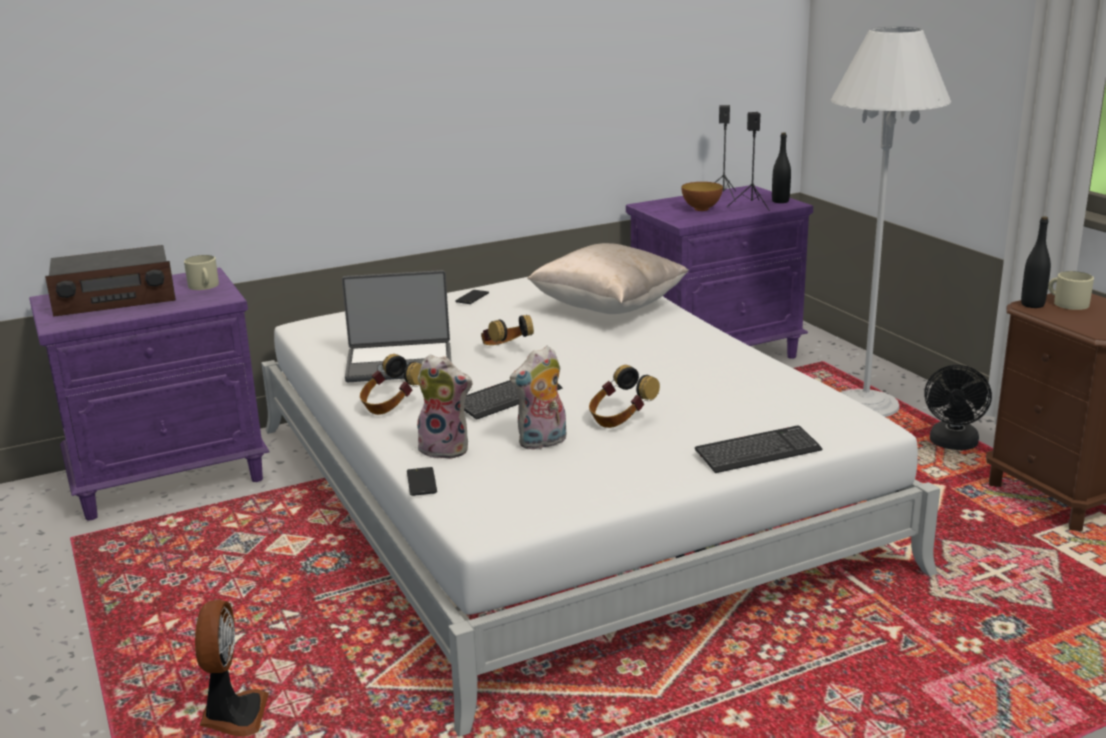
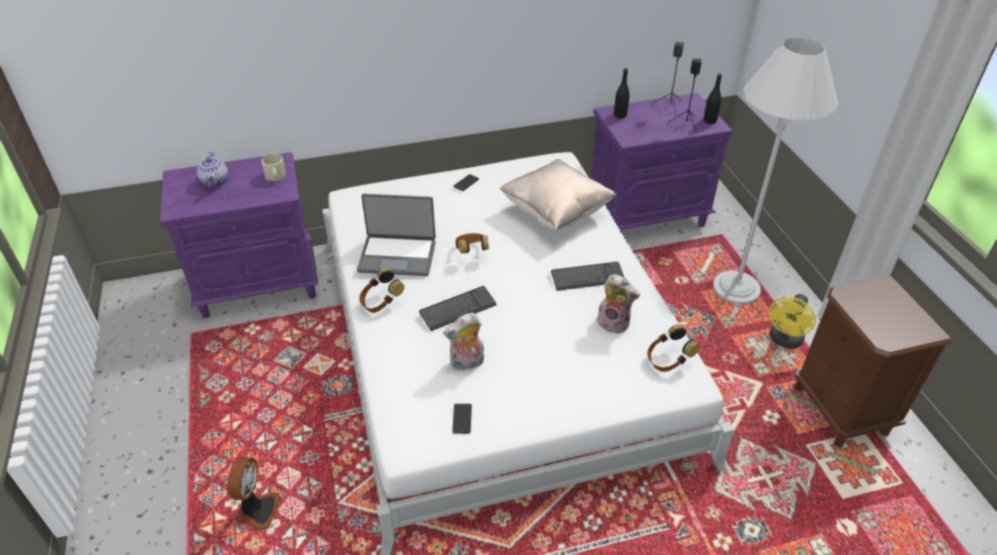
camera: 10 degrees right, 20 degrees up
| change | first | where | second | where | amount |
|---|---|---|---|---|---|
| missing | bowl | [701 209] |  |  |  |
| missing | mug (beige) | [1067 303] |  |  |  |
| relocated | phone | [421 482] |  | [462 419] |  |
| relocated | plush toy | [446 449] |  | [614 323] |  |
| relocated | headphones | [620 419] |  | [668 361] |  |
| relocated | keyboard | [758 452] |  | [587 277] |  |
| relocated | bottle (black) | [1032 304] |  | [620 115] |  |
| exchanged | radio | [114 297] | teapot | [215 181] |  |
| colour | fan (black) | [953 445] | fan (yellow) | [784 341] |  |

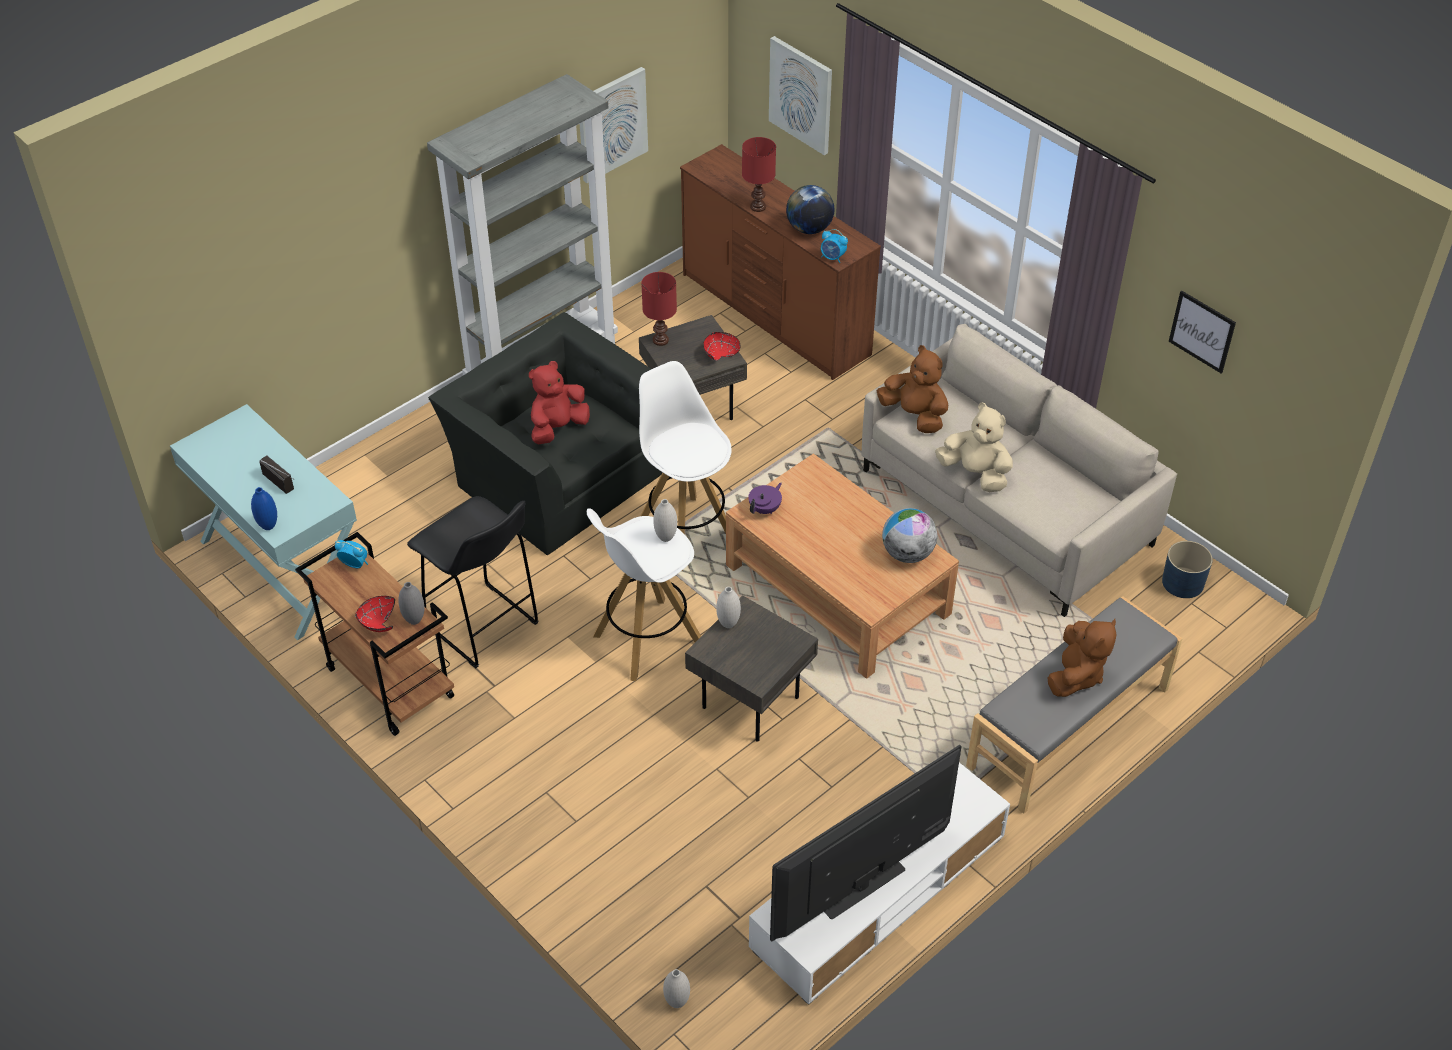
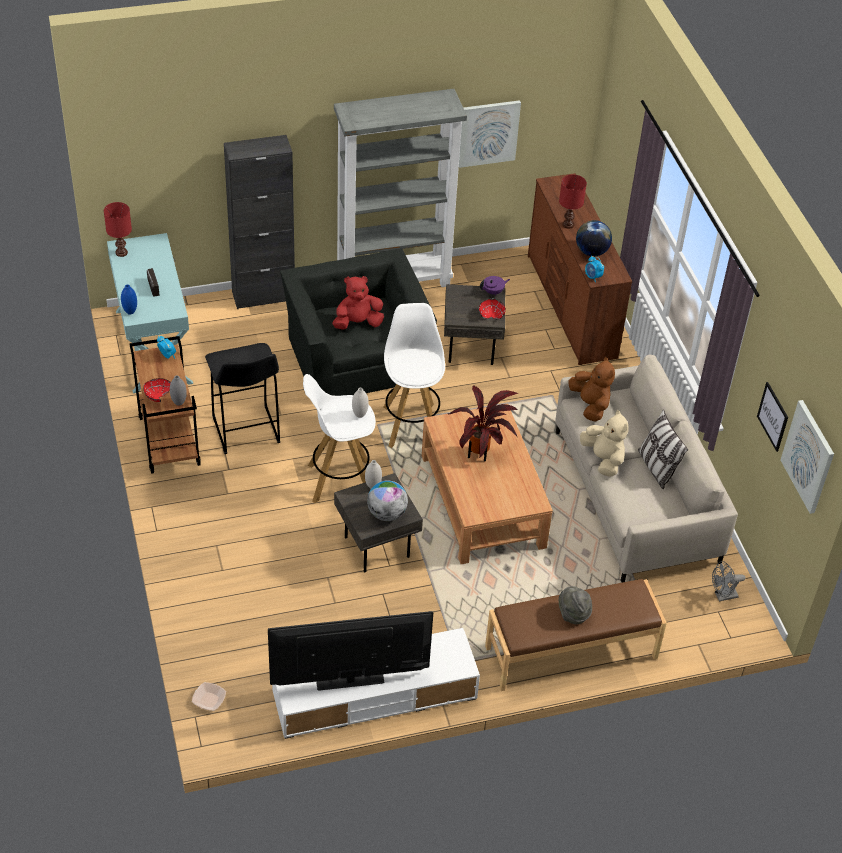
camera: 25 degrees right, 0 degrees up
| change | first | where | second | where | amount |
|---|---|---|---|---|---|
| appeared |  |  | cabinet (black) | [263 296] |  |
| appeared |  |  | potted plant | [480 454] |  |
| appeared |  |  | pillow | [656 468] |  |
| relocated | table lamp (red) | [660 340] |  | [121 252] |  |
| relocated | teapot (purple) | [765 509] |  | [493 292] |  |
| relocated | picture | [801 95] |  | [808 456] |  |
| relocated | globe | [907 553] |  | [387 513] |  |
| exchanged | vase (white) | [677 1002] | bowl | [209 700] |  |
| exchanged | plush toy (brown) | [1076 675] | hat (grey) | [573 613] |  |
| exchanged | planter (blue) | [1183 583] | fan (grey) | [722 596] |  |
| colour | bench (grey) | [1069 728] | bench (brown) | [571 653] |  |

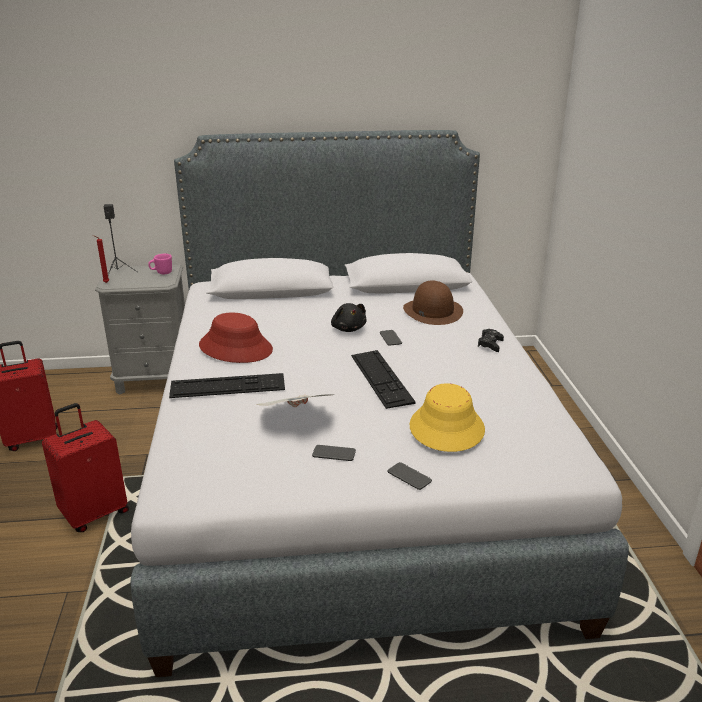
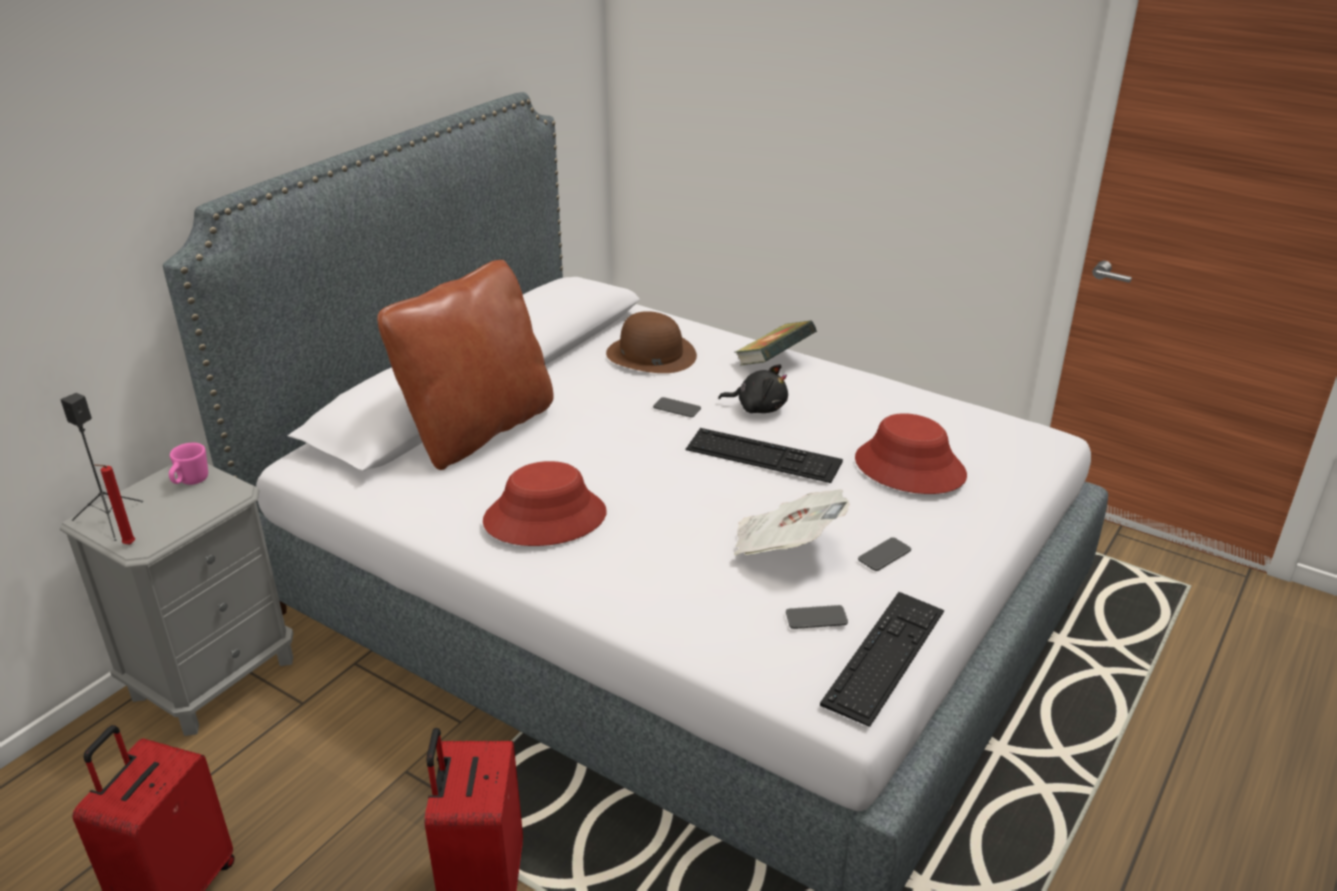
camera: 50 degrees left, 5 degrees up
| change | first | where | second | where | amount |
|---|---|---|---|---|---|
| appeared |  |  | pillow (brown) | [478 430] |  |
| relocated | keyboard | [227 386] |  | [885 656] |  |
| relocated | plush toy (black) | [348 328] |  | [758 407] |  |
| relocated | phone | [409 477] |  | [816 618] |  |
| exchanged | game controller (black) | [490 344] | book | [774 363] |  |
| colour | hat (yellow) | [446 428] | hat (red) | [909 468] |  |

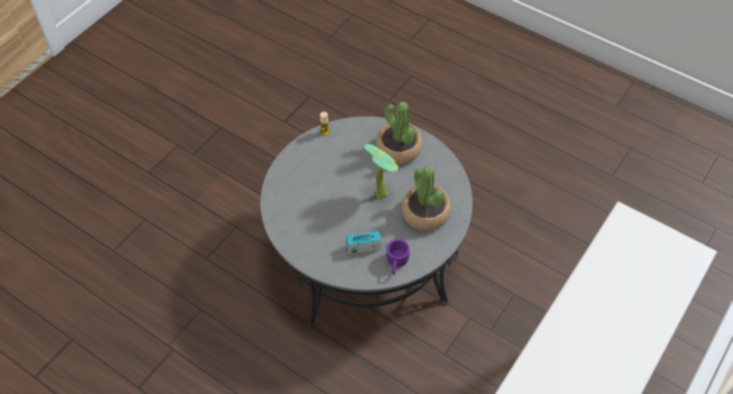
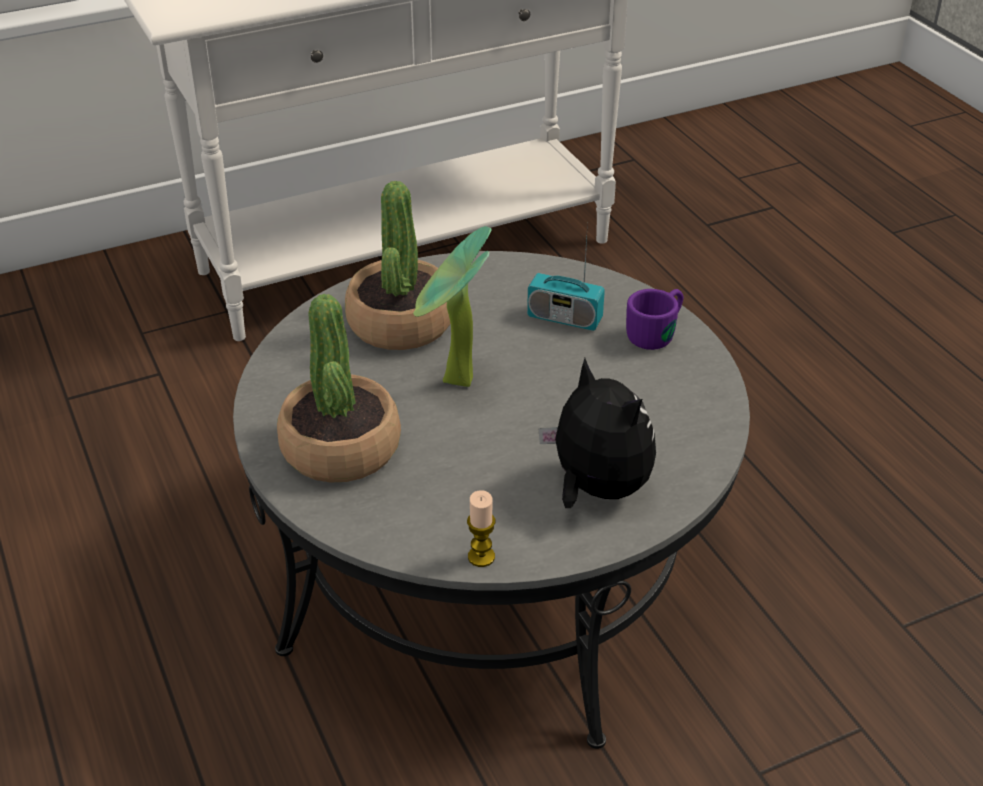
camera: 150 degrees left, 15 degrees down
| change | first | where | second | where | amount |
|---|---|---|---|---|---|
| appeared |  |  | plush toy | [596 488] |  |
| relocated | mug (purple) | [396 264] |  | [657 332] |  |

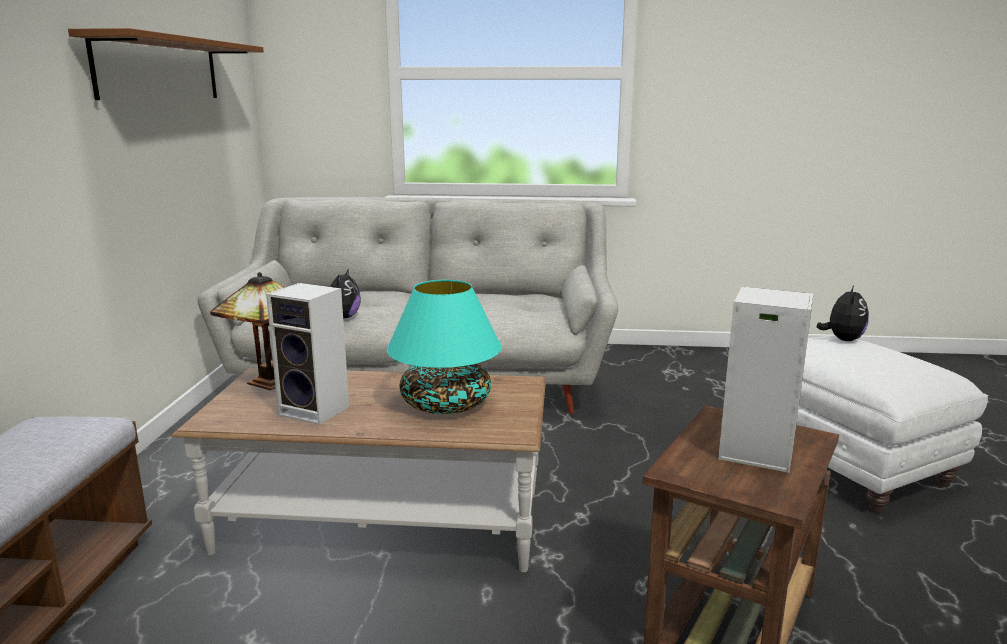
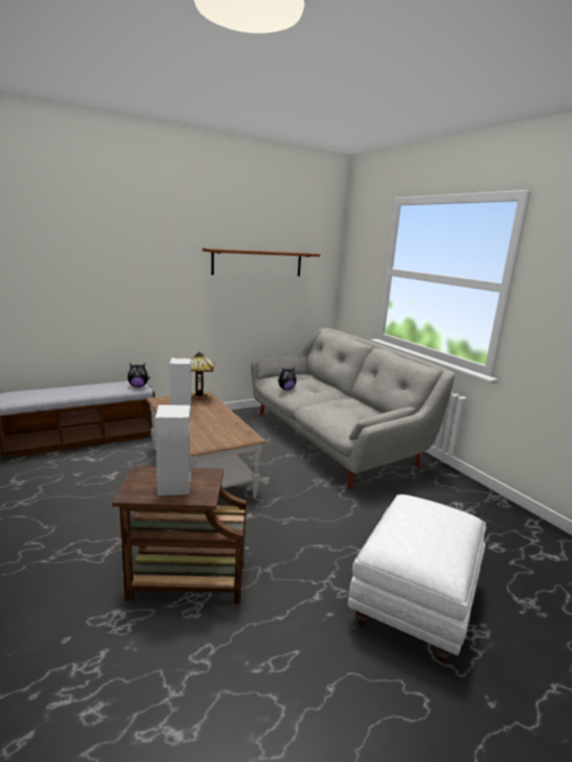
camera: 55 degrees right, 0 degrees up
| change | first | where | second | where | amount |
|---|---|---|---|---|---|
| missing | table lamp (turquoise) | [445 404] |  |  |  |
| relocated | plush toy | [842 339] |  | [138 386] |  |

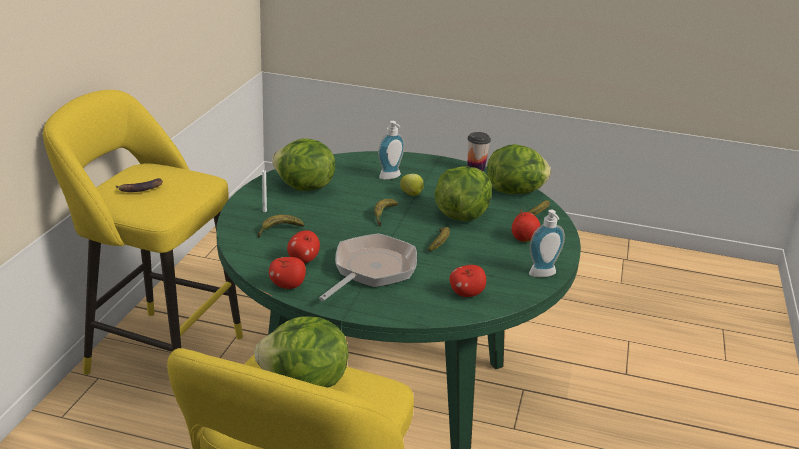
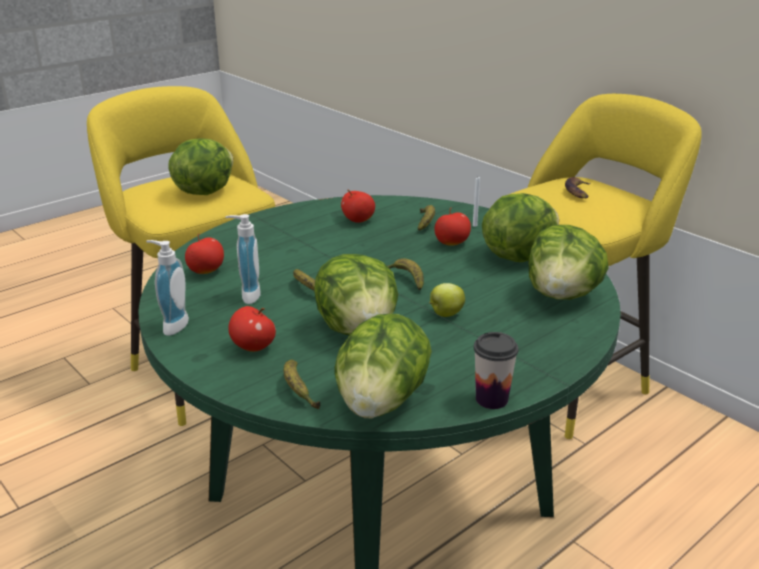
camera: 125 degrees right, 0 degrees up
| change | first | where | second | where | amount |
|---|---|---|---|---|---|
| missing | frying pan | [371 270] |  |  |  |
| appeared |  |  | lettuce | [562 295] |  |
| relocated | apple | [288 285] |  | [452 243] |  |
| relocated | soap dispenser | [391 177] |  | [247 295] |  |

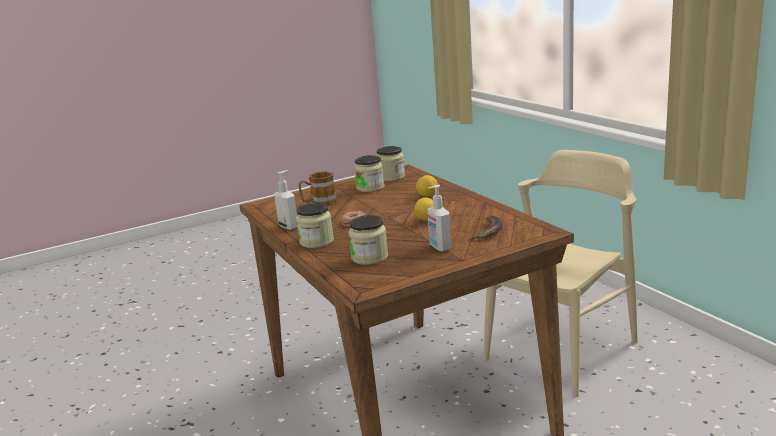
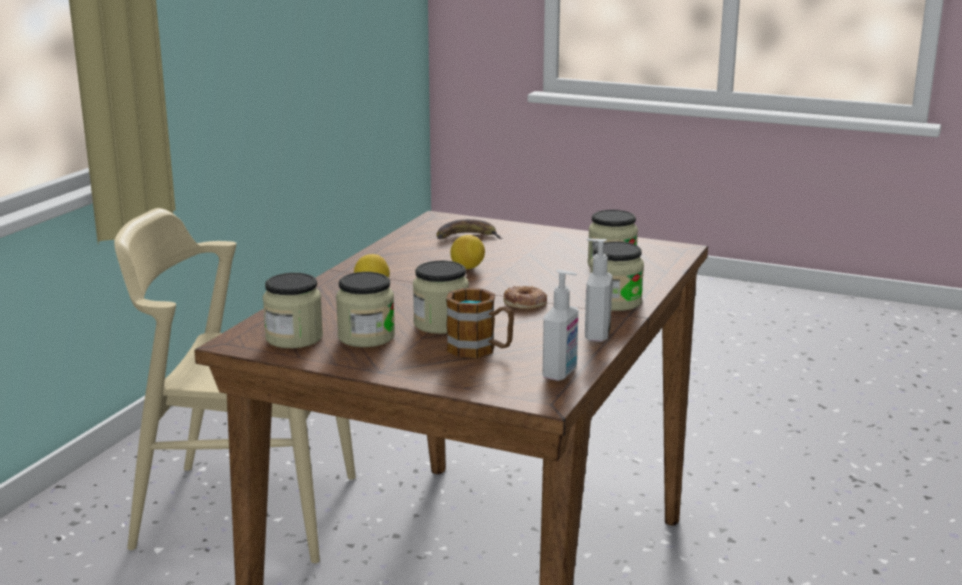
camera: 130 degrees left, 0 degrees up
| change | first | where | second | where | amount |
|---|---|---|---|---|---|
| appeared |  |  | jar | [441 324] |  |
| relocated | soap dispenser | [439 247] |  | [561 374] |  |

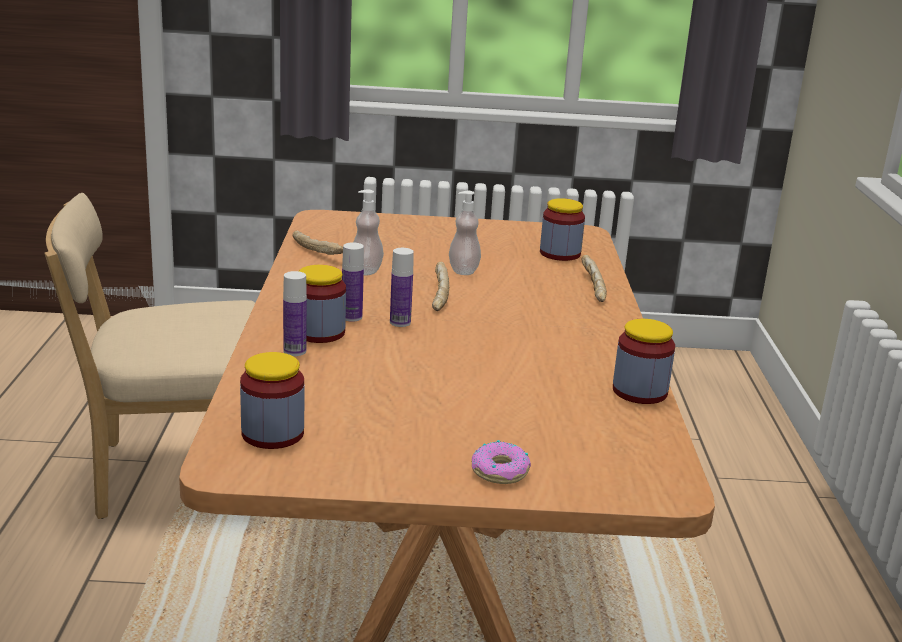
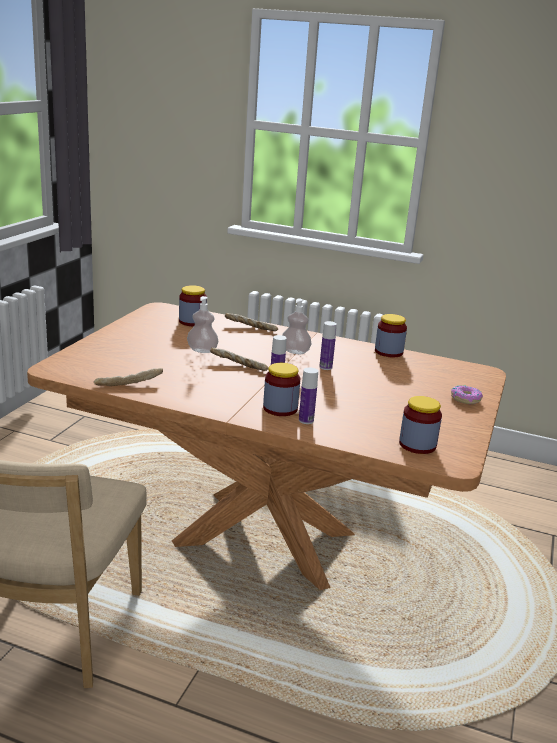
camera: 70 degrees left, 0 degrees up
| change | first | where | second | where | amount |
|---|---|---|---|---|---|
| relocated | bottle | [351 317] |  | [325 367] |  |
| relocated | soap dispenser | [366 271] |  | [295 351] |  |

